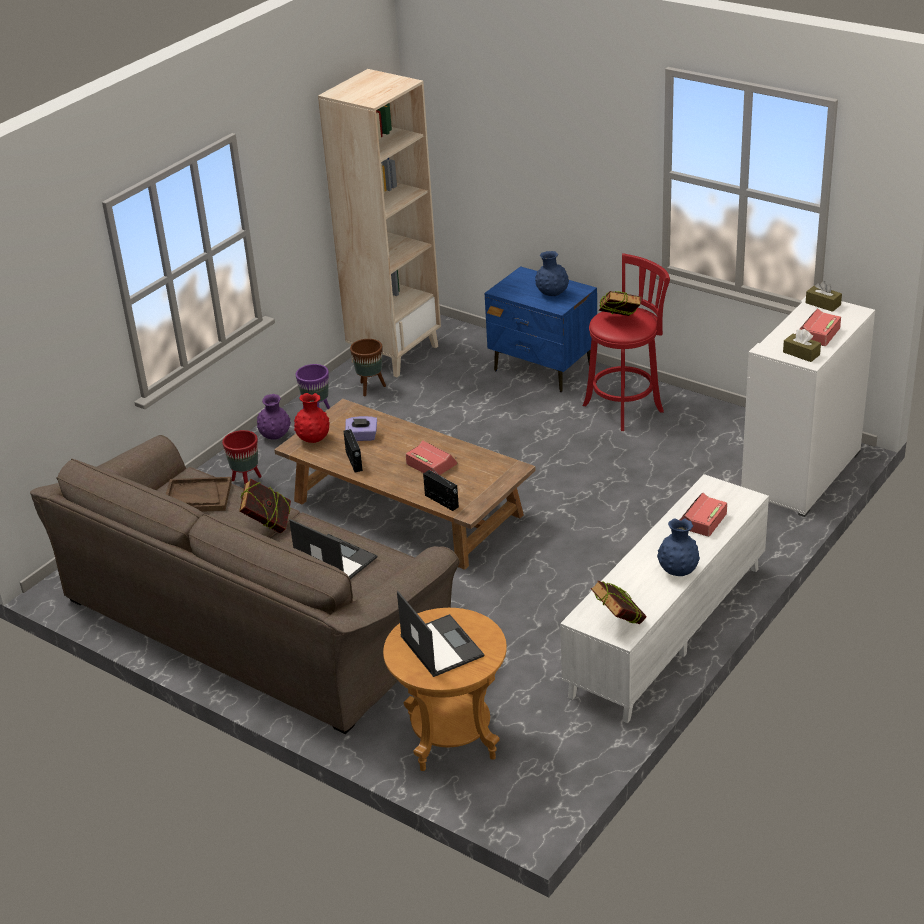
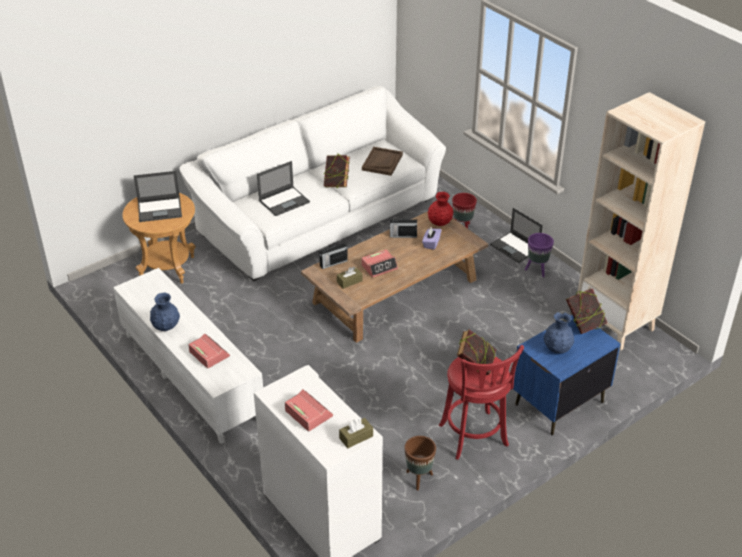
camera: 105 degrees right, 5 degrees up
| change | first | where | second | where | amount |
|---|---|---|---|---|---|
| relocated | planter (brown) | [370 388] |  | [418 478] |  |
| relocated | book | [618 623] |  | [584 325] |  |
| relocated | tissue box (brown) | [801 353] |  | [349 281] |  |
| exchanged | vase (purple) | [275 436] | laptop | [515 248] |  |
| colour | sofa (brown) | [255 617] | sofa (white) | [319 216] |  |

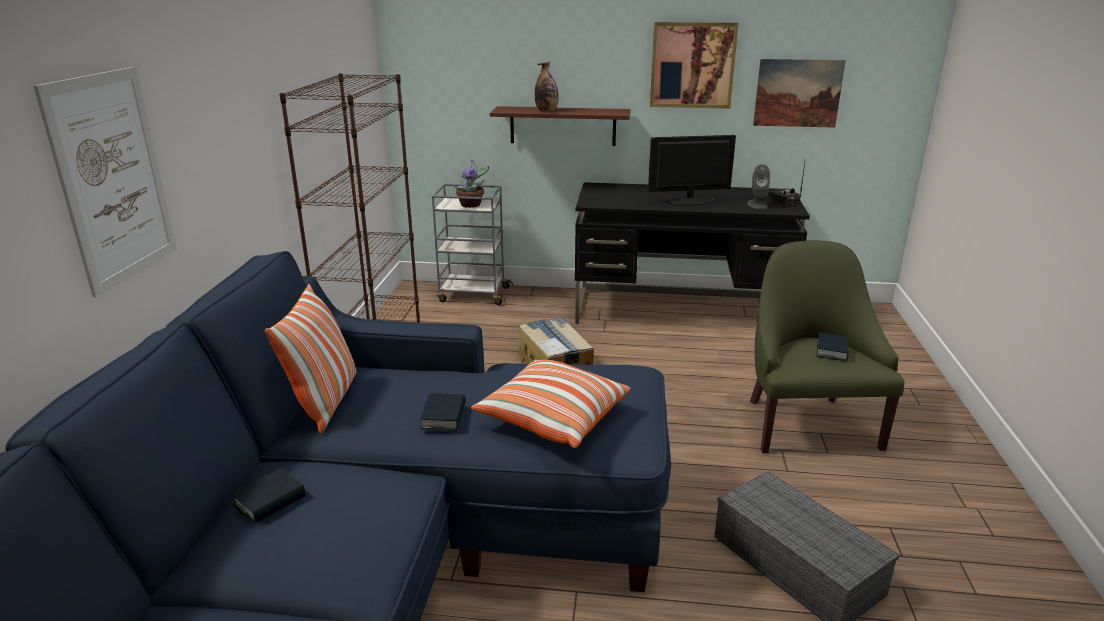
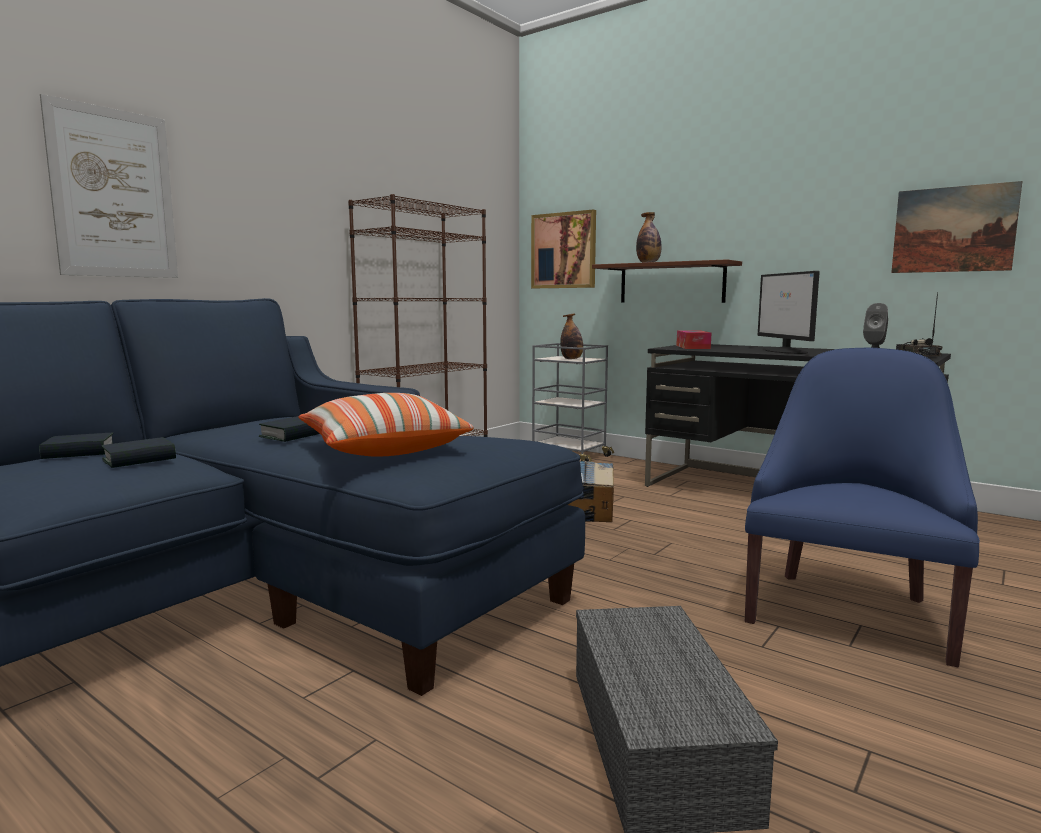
camera: 30 degrees right, 15 degrees down
| change | first | where | second | where | amount |
|---|---|---|---|---|---|
| missing | pillow | [325 402] |  |  |  |
| appeared |  |  | tissue box | [693 347] |  |
| relocated | picture | [692 65] |  | [563 250] |  |
| relocated | book | [832 350] |  | [139 459] |  |
| exchanged | potted plant | [472 205] | bottle | [571 359] |  |
| colour | armchair (green) | [806 423] | armchair (blue) | [848 611] |  |
| spun | monitor | [688 201] |  | [786 351] | 120 degrees counterclockwise |

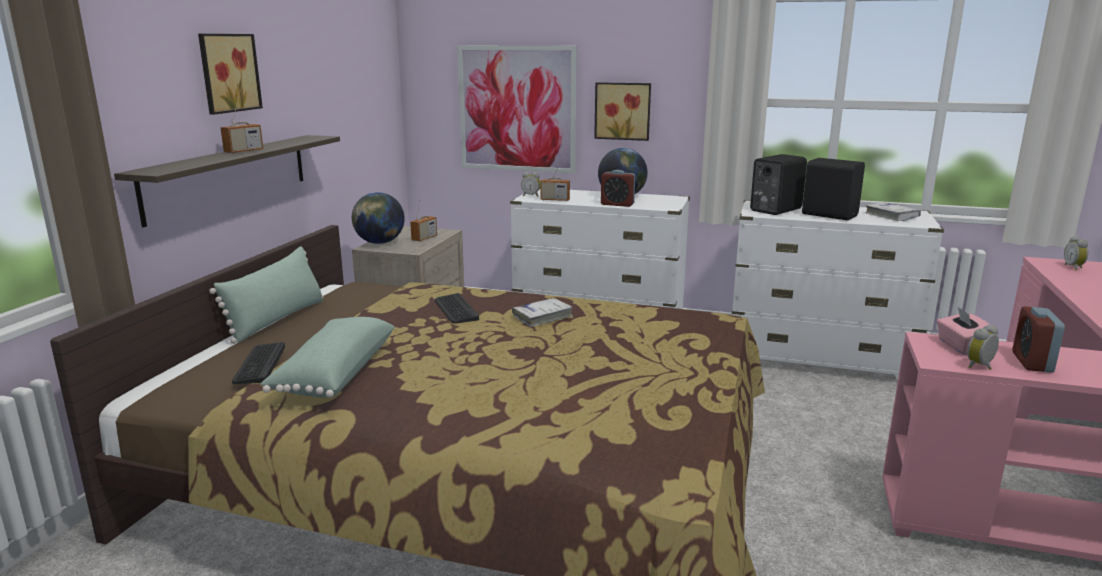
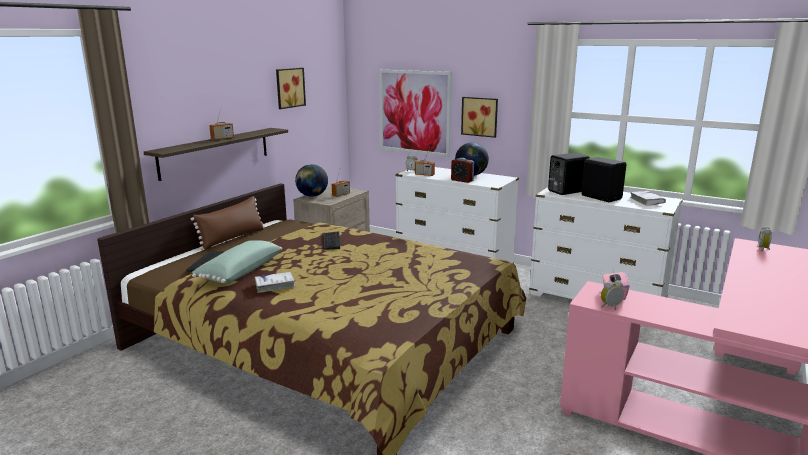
camera: 15 degrees right, 0 degrees up
| change | first | where | second | where | amount |
|---|---|---|---|---|---|
| missing | alarm clock | [1032 362] |  |  |  |
| relocated | picture | [227 73] |  | [289 87] |  |
| relocated | book (white) | [542 317] |  | [275 285] |  |
| colour | pillow (green) | [277 319] | pillow (brown) | [232 238] |  |

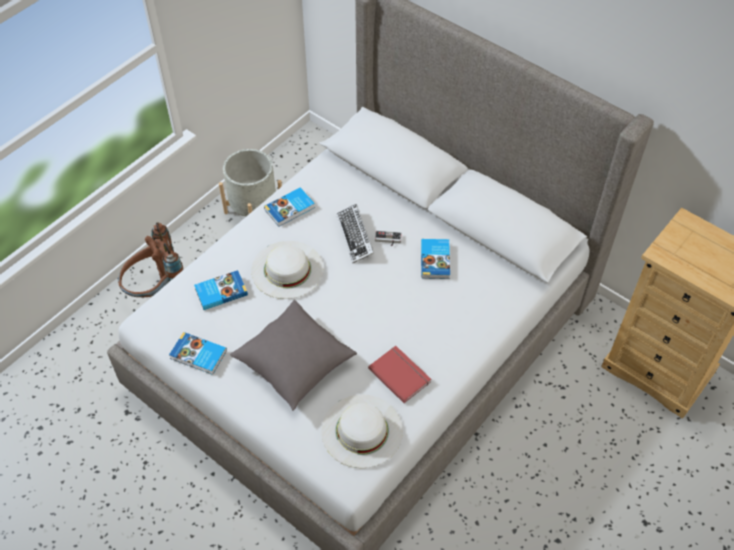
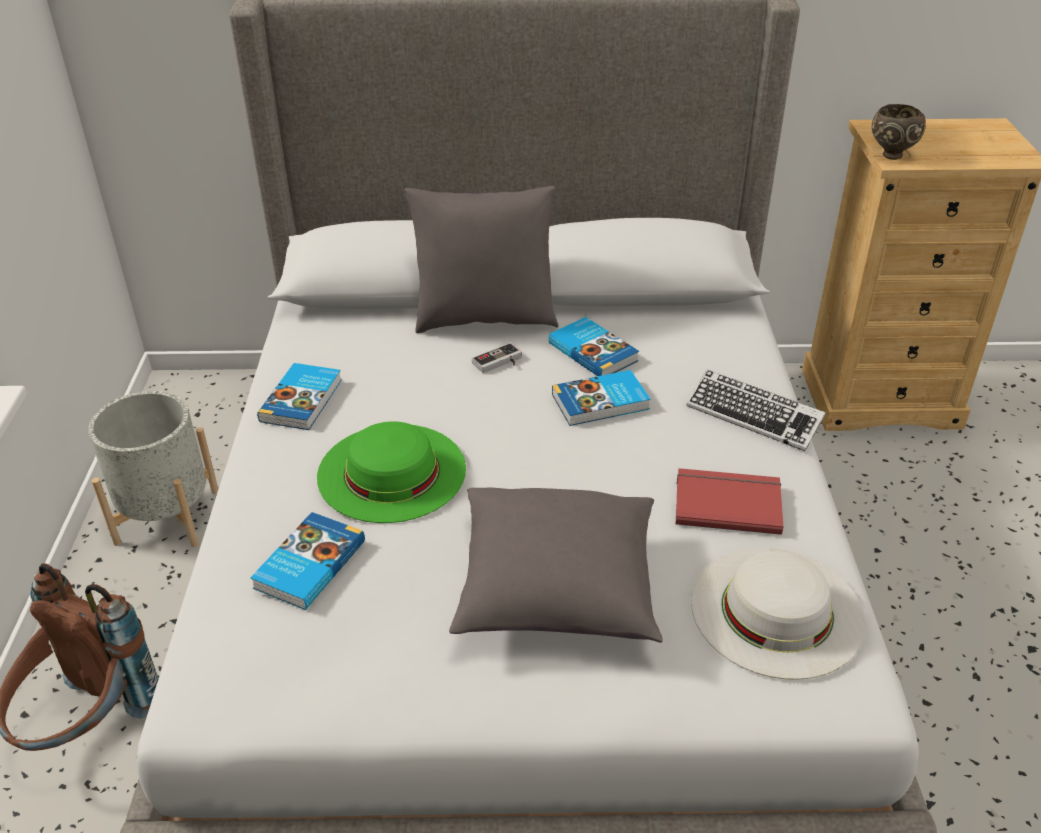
camera: 40 degrees left, 15 degrees down
| change | first | where | second | where | amount |
|---|---|---|---|---|---|
| appeared |  |  | pillow (grey) | [485 318] |  |
| appeared |  |  | bowl (brown) | [890 155] |  |
| relocated | book | [198 355] |  | [601 403] |  |
| relocated | keyboard | [355 236] |  | [753 416] |  |
| colour | hat (white) | [287 269] | hat (green) | [391 471] |  |

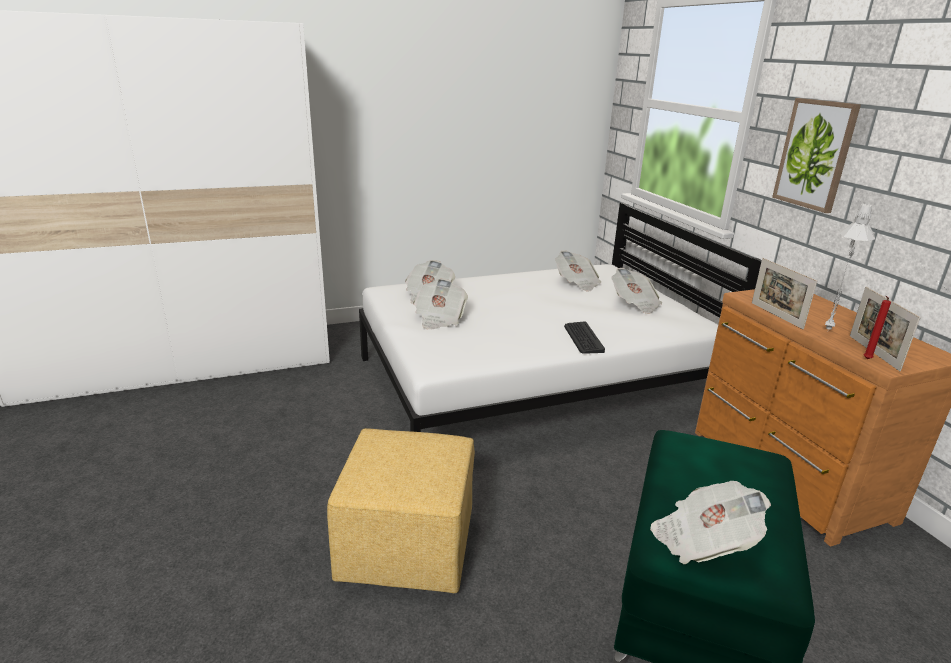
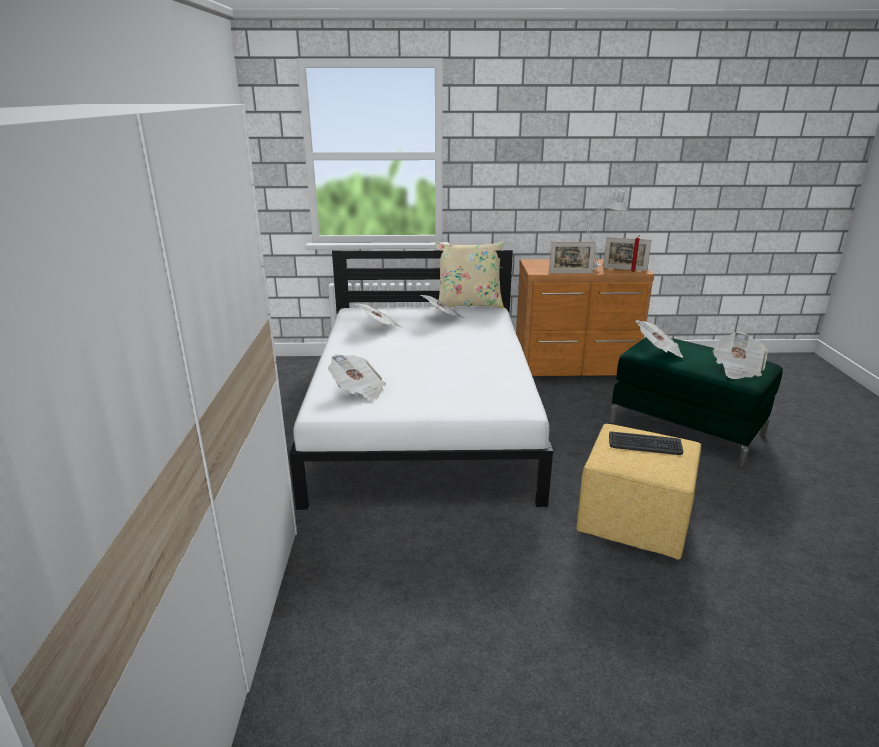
camera: 70 degrees left, 0 degrees up
| change | first | where | second | where | amount |
|---|---|---|---|---|---|
| missing | picture | [815 154] |  |  |  |
| appeared |  |  | pillow (beige) | [469 304] |  |
| relocated | newspaper | [439 318] |  | [658 351] |  |
| relocated | keyboard | [583 338] |  | [645 444] |  |

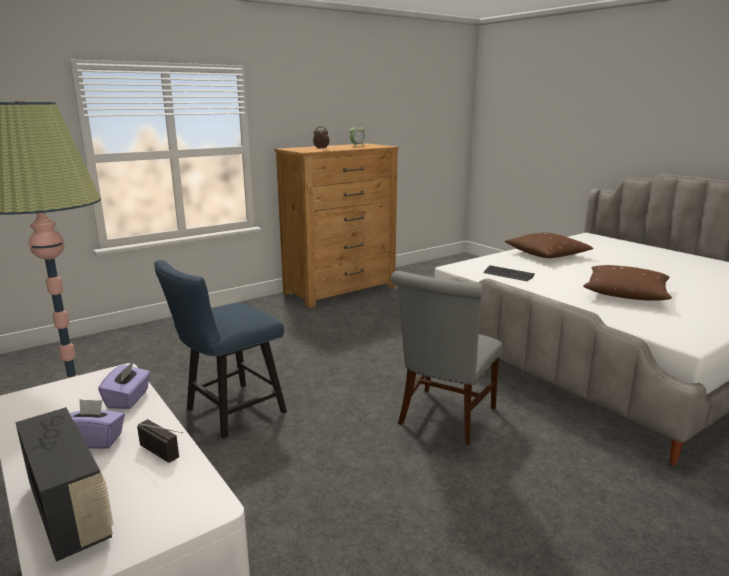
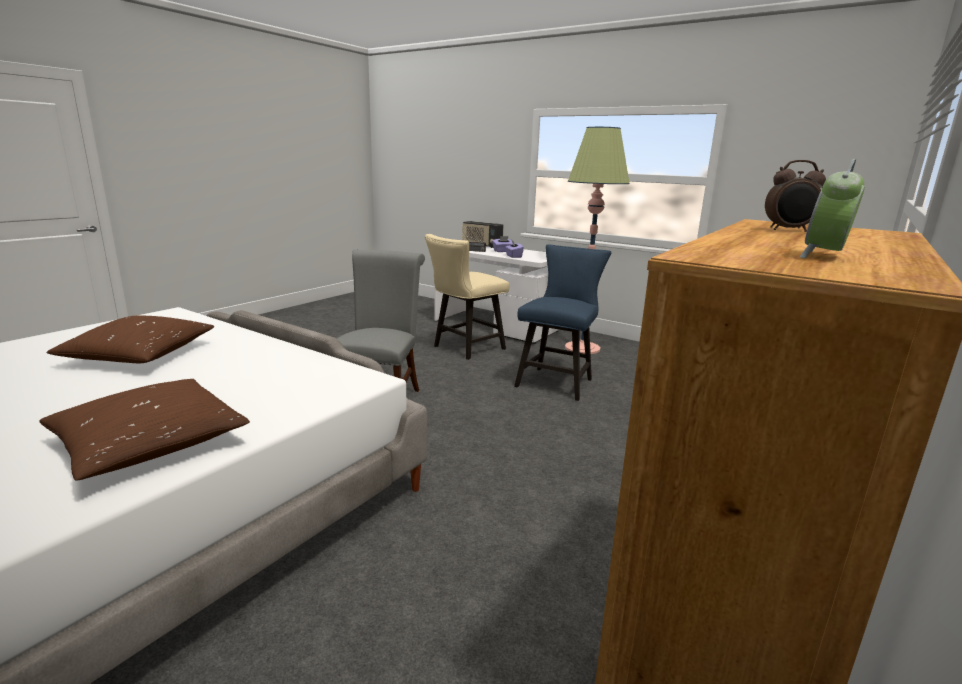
camera: 160 degrees right, 0 degrees up
| change | first | where | second | where | amount |
|---|---|---|---|---|---|
| missing | keyboard | [508 274] |  |  |  |
| appeared |  |  | chair (beige) | [465 348] |  |

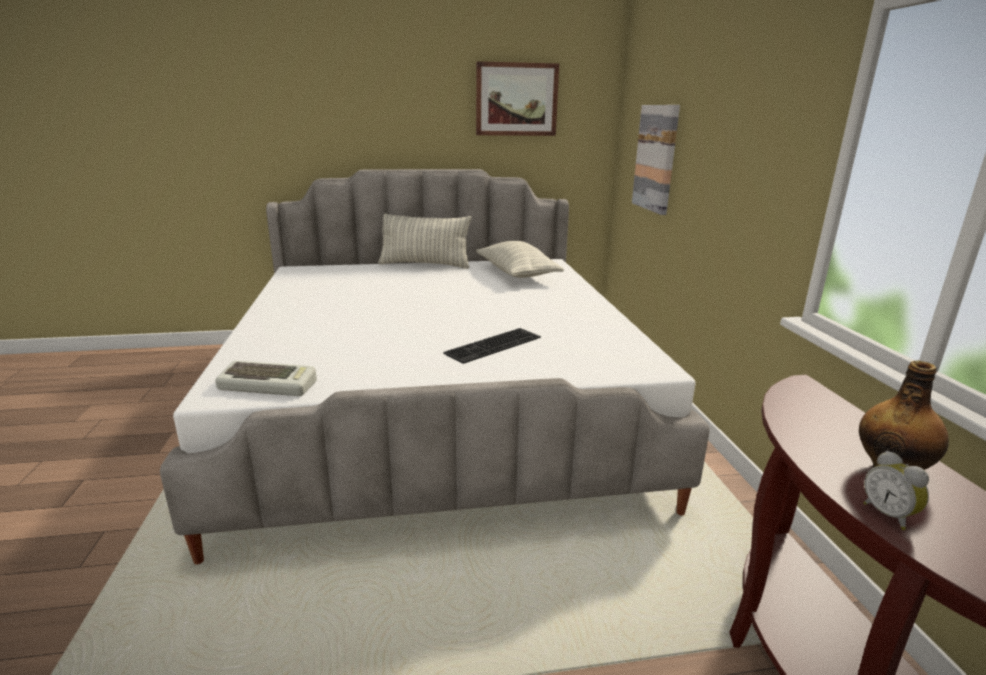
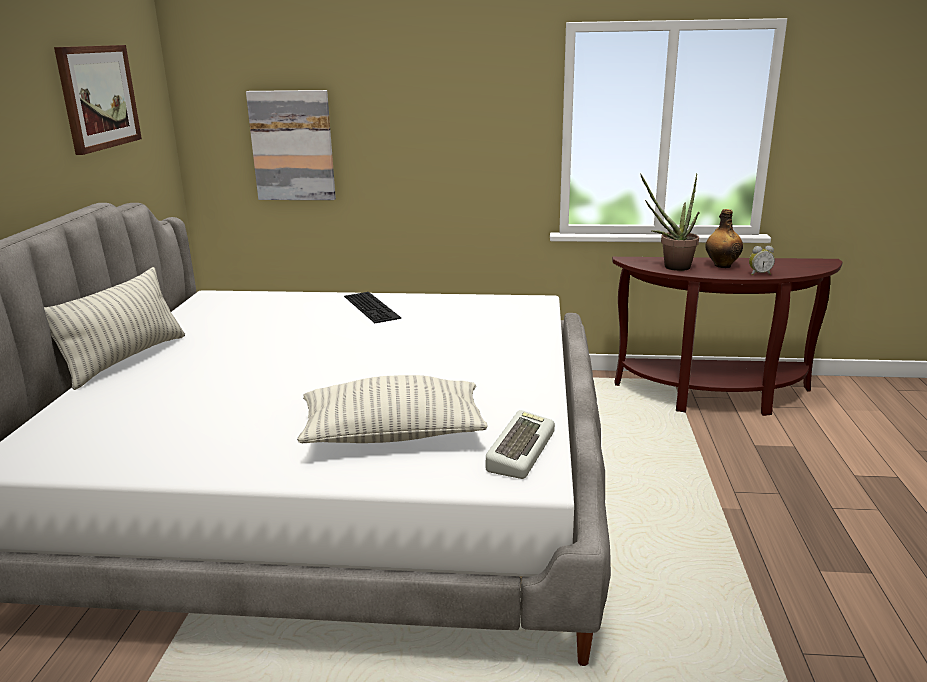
camera: 75 degrees left, 0 degrees up
| change | first | where | second | where | amount |
|---|---|---|---|---|---|
| appeared |  |  | potted plant | [671 267] |  |
| relocated | keyboard | [494 346] |  | [373 307] |  |
| relocated | pillow | [517 274] |  | [393 434] |  |

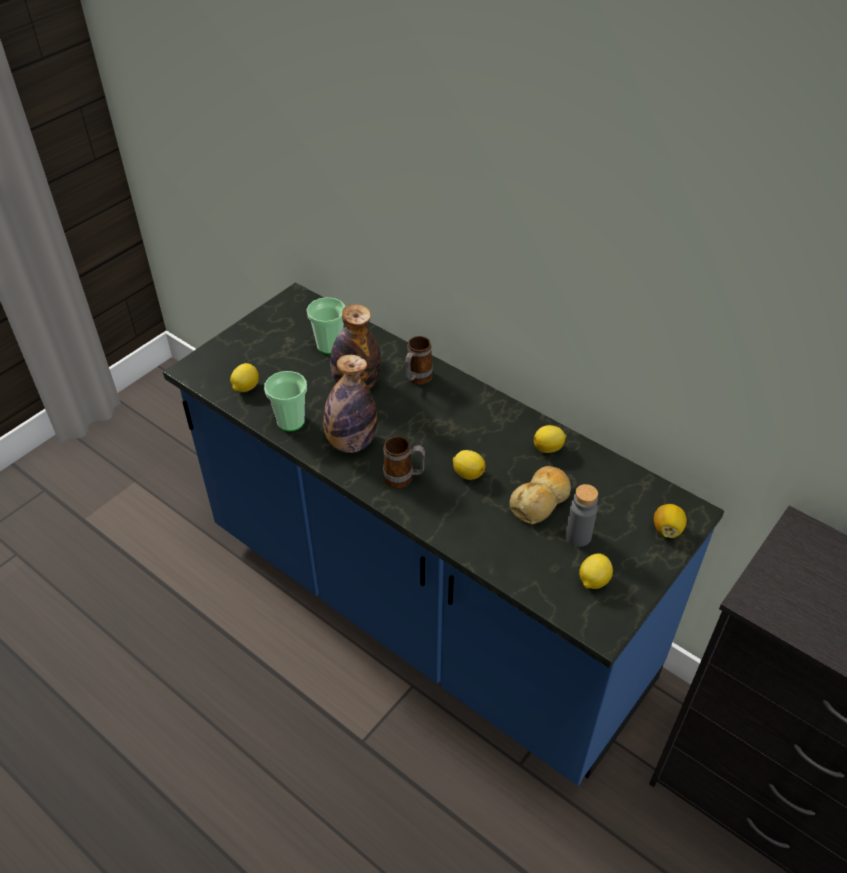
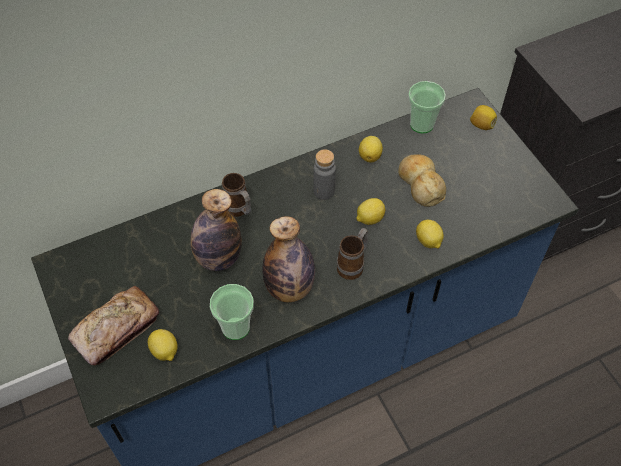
camera: 65 degrees left, 10 degrees up
| change | first | where | second | where | amount |
|---|---|---|---|---|---|
| appeared |  |  | bread | [116 330] |  |
| relocated | cup | [329 345] |  | [421 124] |  |
| relocated | bottle (grey) | [578 536] |  | [324 191] |  |
| relocated | lemon | [593 581] |  | [428 241] |  |

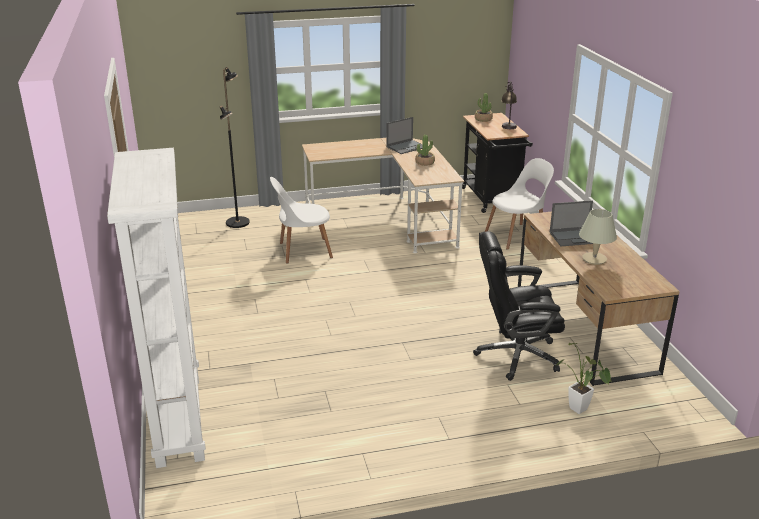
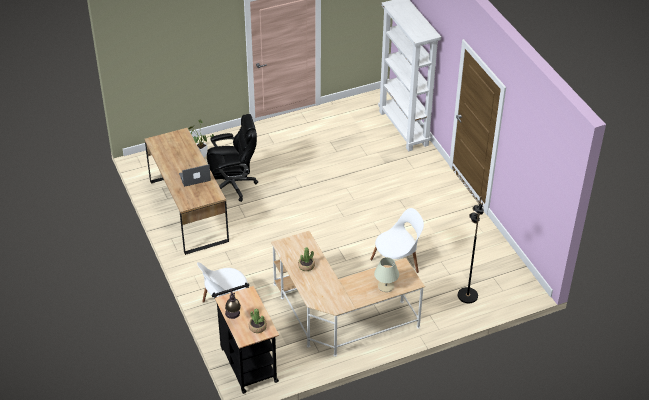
camera: 170 degrees right, 15 degrees up
| change | first | where | second | where | amount |
|---|---|---|---|---|---|
| missing | laptop | [406 147] |  |  |  |
| relocated | table lamp (beige) | [594 259] |  | [386 286] |  |

